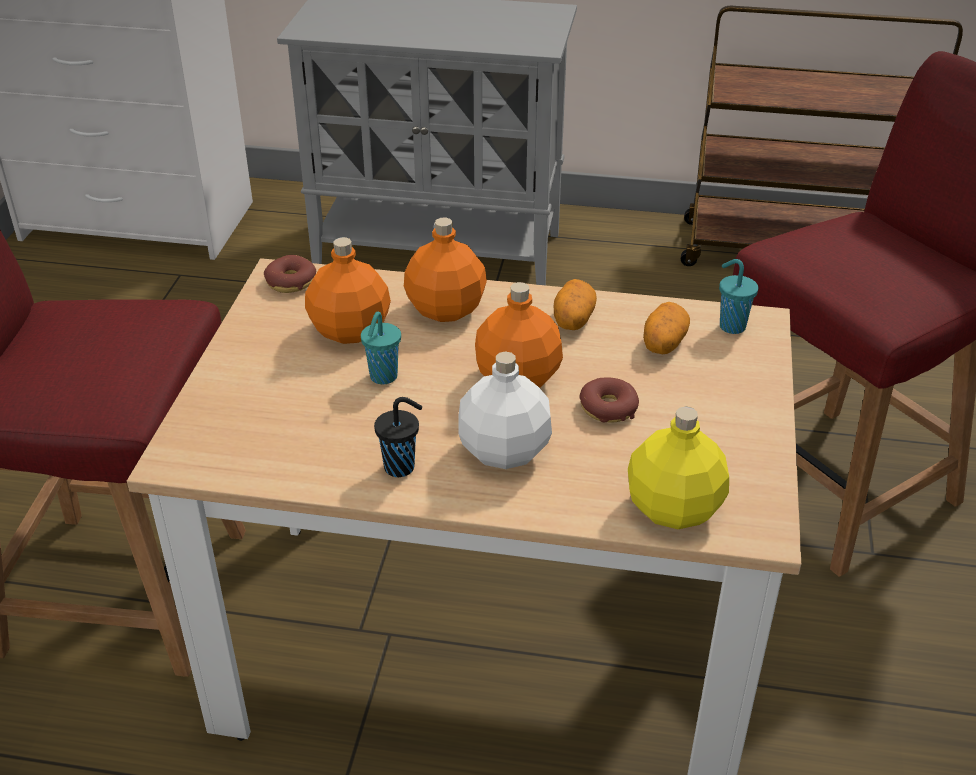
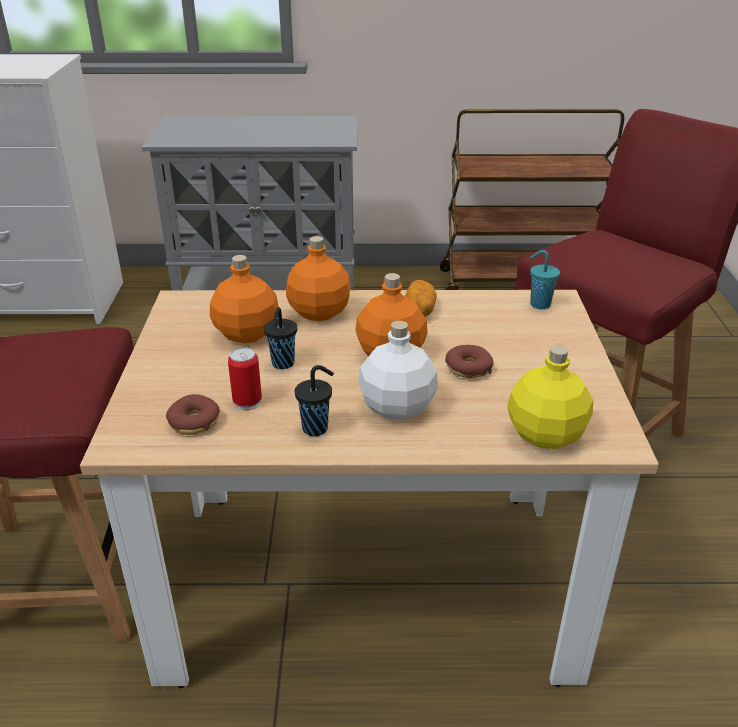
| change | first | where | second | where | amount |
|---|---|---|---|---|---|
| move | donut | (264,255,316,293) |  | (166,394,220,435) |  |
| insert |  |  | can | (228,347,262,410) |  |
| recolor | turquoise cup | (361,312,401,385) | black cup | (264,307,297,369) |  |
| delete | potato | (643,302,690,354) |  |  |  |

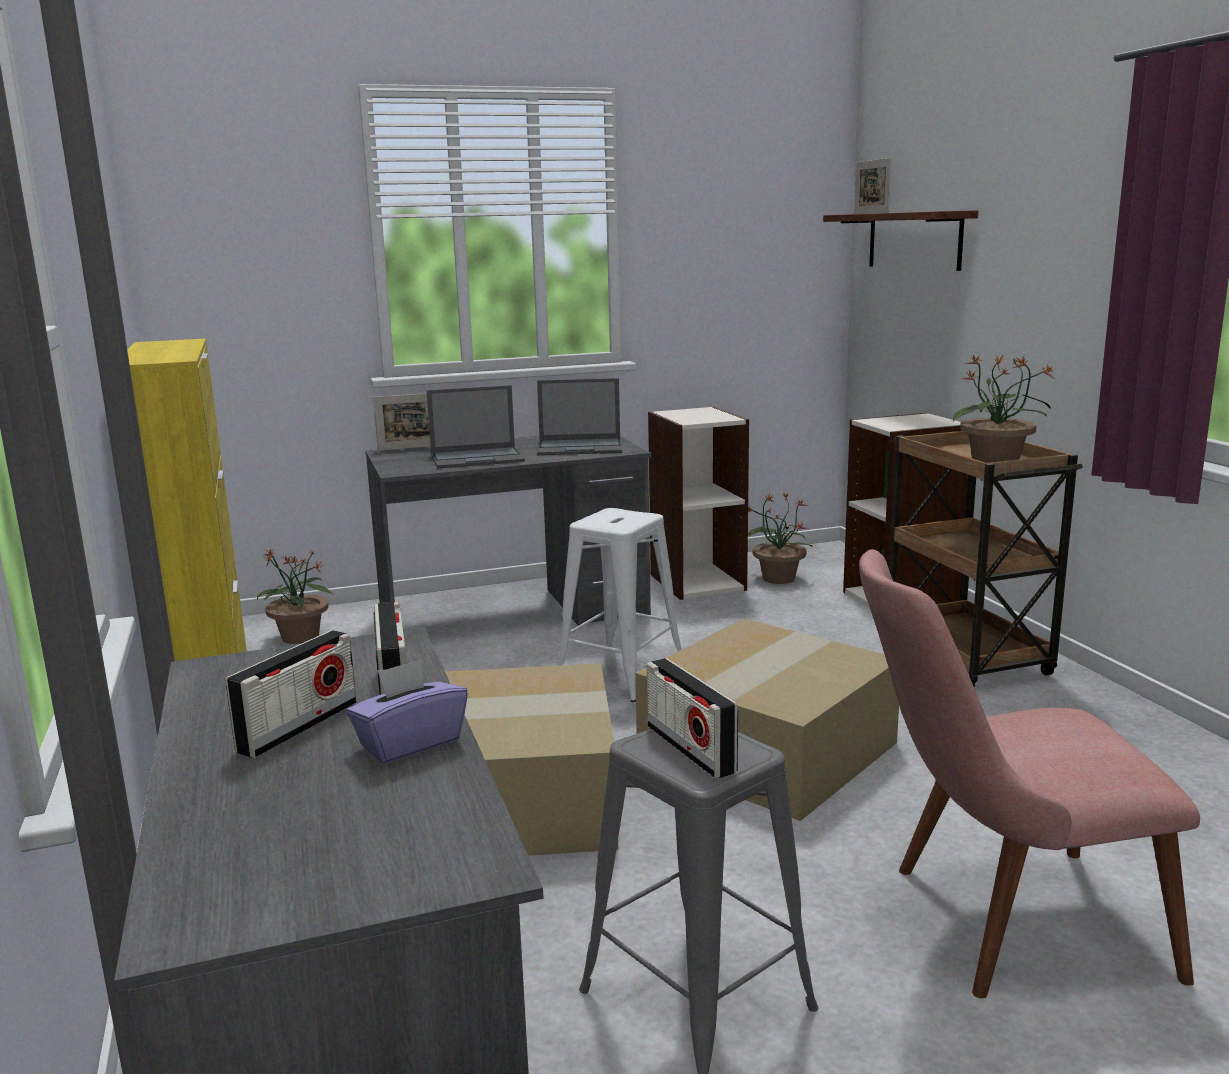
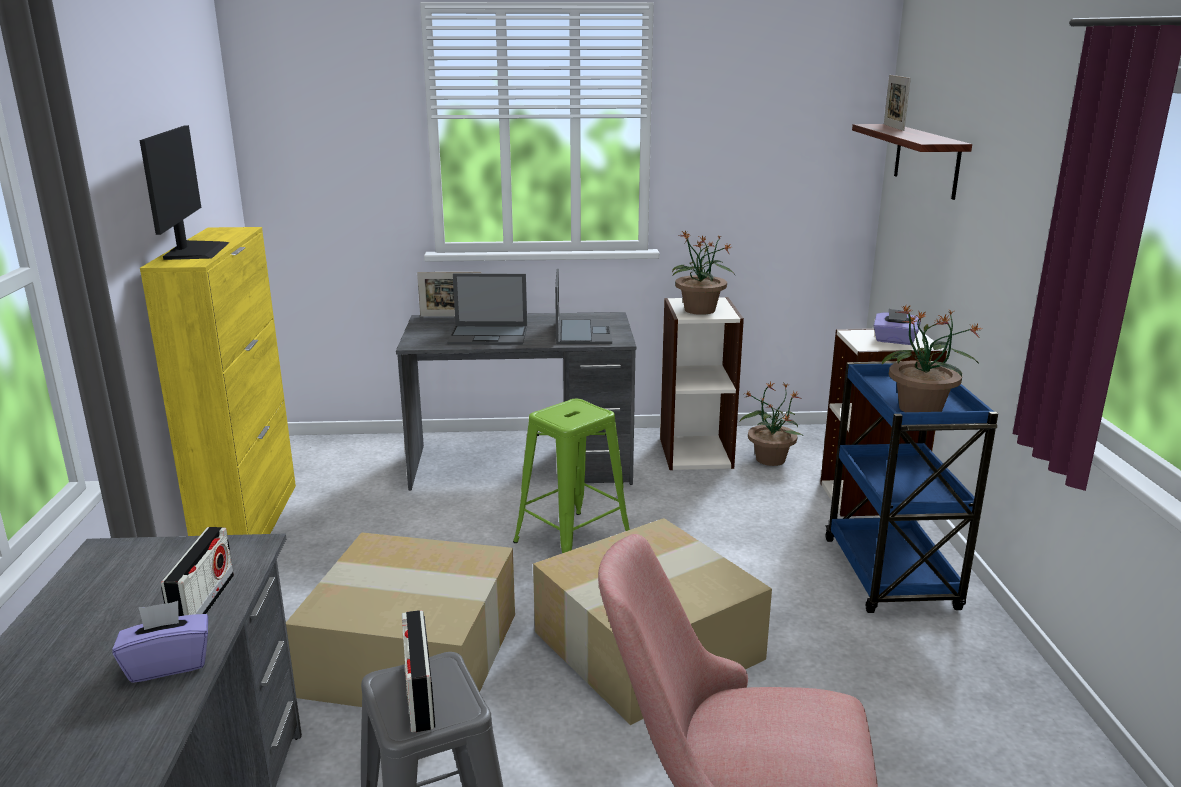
| change | first | where | second | where | amount |
|---|---|---|---|---|---|
| insert |  |  | monitor | (140,125,230,260) |  |
| recolor | white stool | (557,508,682,702) | green stool | (513,399,630,553) |  |
| rotate | laptop | (537,378,622,455) |  | (555,269,612,344) | 105 degrees counterclockwise |
| move | potted plant | (257,548,333,644) |  | (672,231,734,315) |  |
| recolor | brown cart | (889,431,1083,687) | blue cart | (825,361,998,613) |  |
| insert |  |  | purple tissue box | (874,309,921,345) |  |
| delete | radio | (225,630,357,758) |  |  |  |

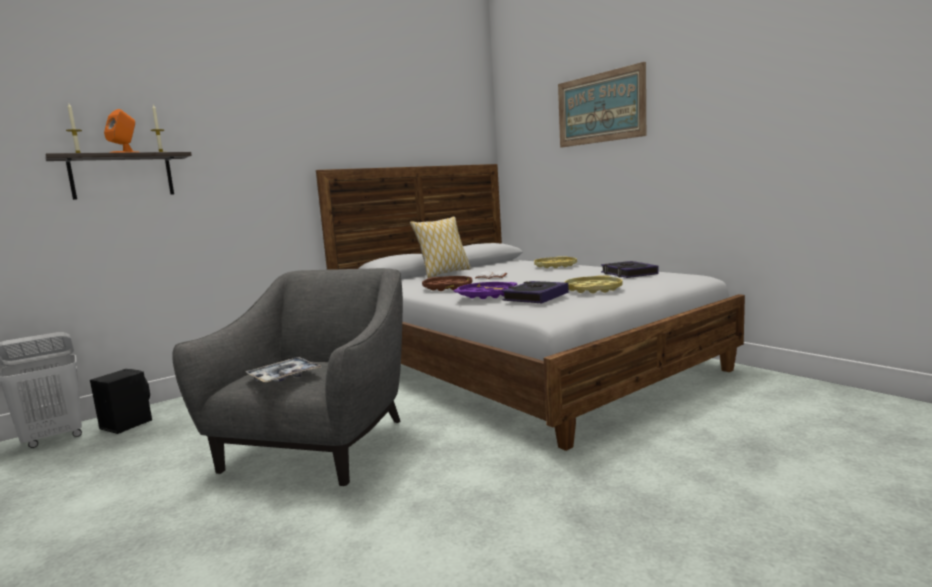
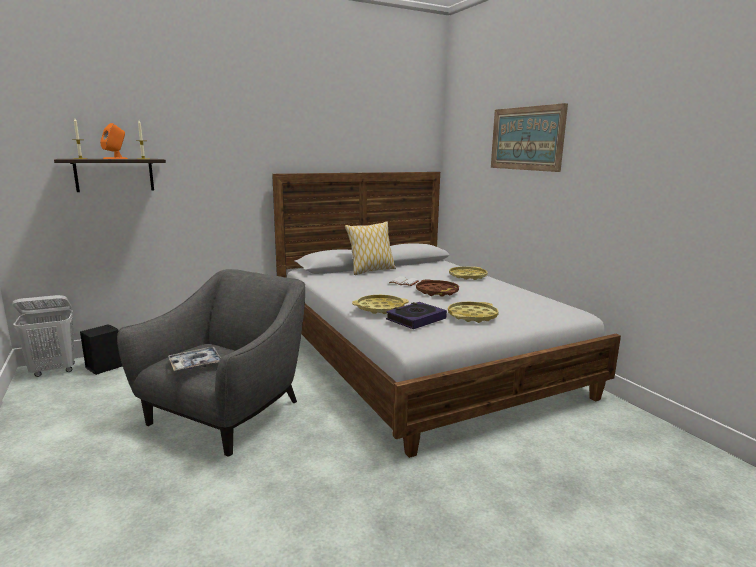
| change | first | where | second | where | amount |
|---|---|---|---|---|---|
| recolor | purple tray | (454,282,517,299) | yellow tray | (352,295,409,314) |  |
| move | brown tray | (422,276,472,291) |  | (416,279,459,297) |  |
| delete | book | (601,261,659,278) |  |  |  |

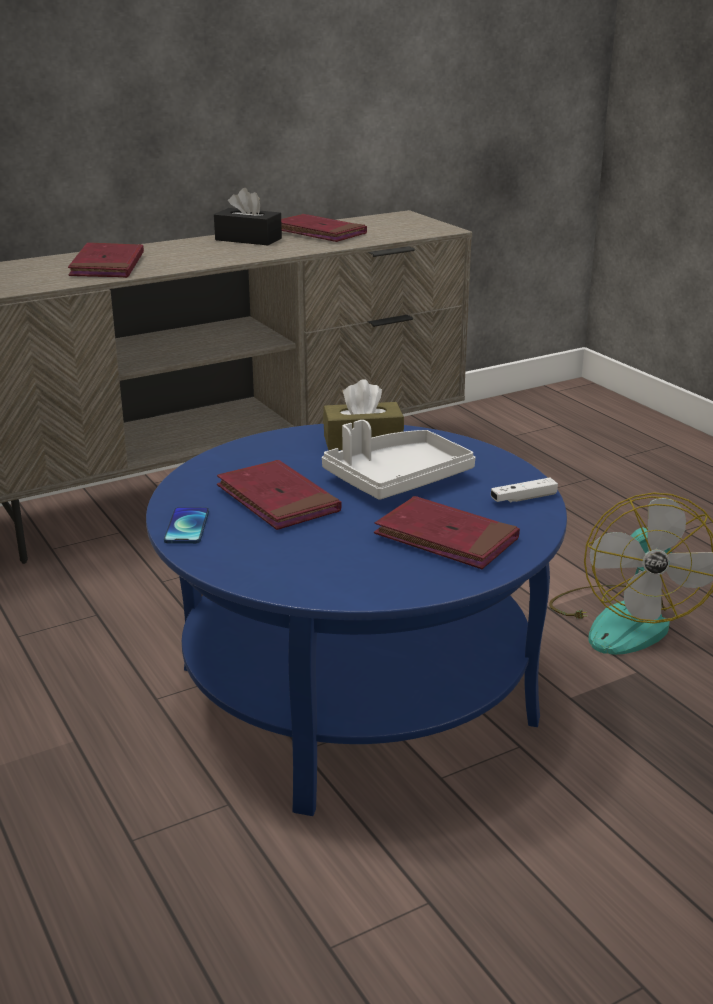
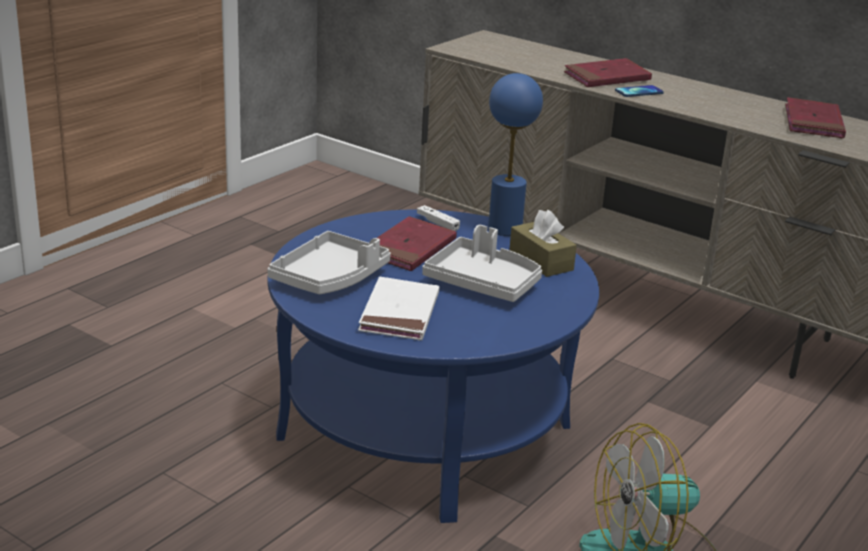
| change | first | where | second | where | amount |
|---|---|---|---|---|---|
| insert |  |  | grey tray | (267,231,391,294) |  |
| recolor | red book | (374,496,520,569) | white book | (358,277,439,340) |  |
| move | white game controller | (491,478,558,503) |  | (417,205,460,231) |  |
| insert |  |  | blue table lamp | (488,73,543,236) |  |
| move | phone | (164,507,209,544) |  | (615,85,664,97) |  |
| delete | black tissue box | (214,188,282,245) |  |  |  |

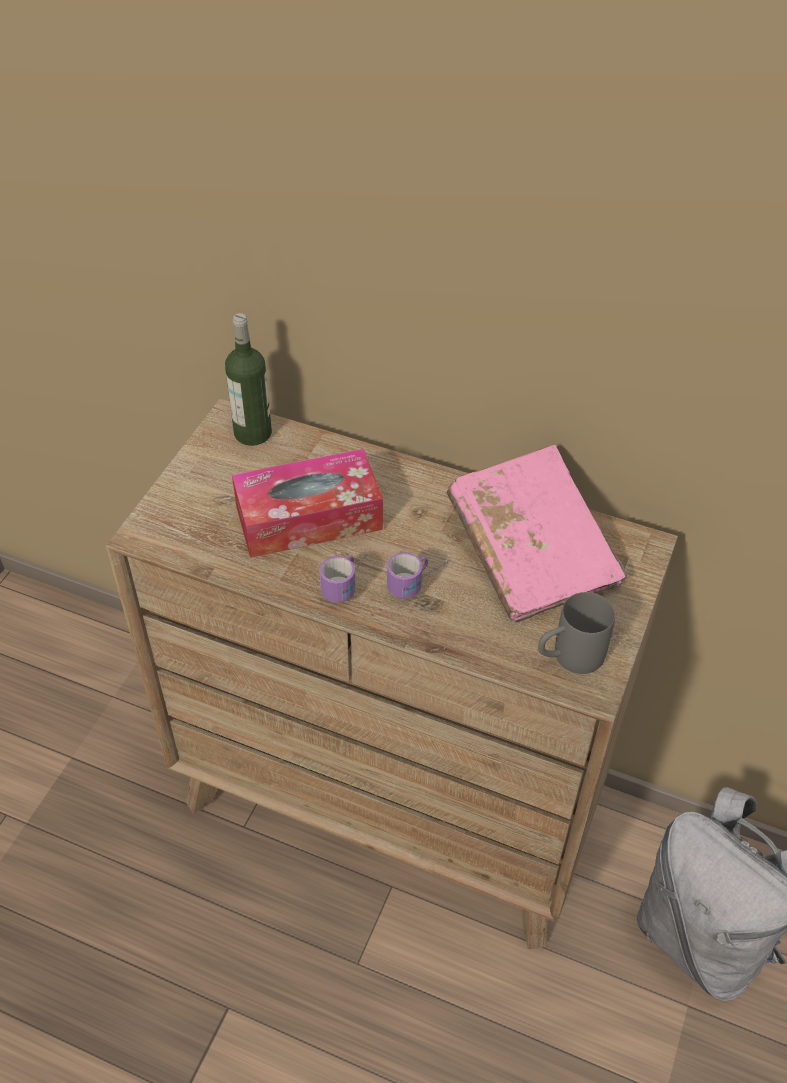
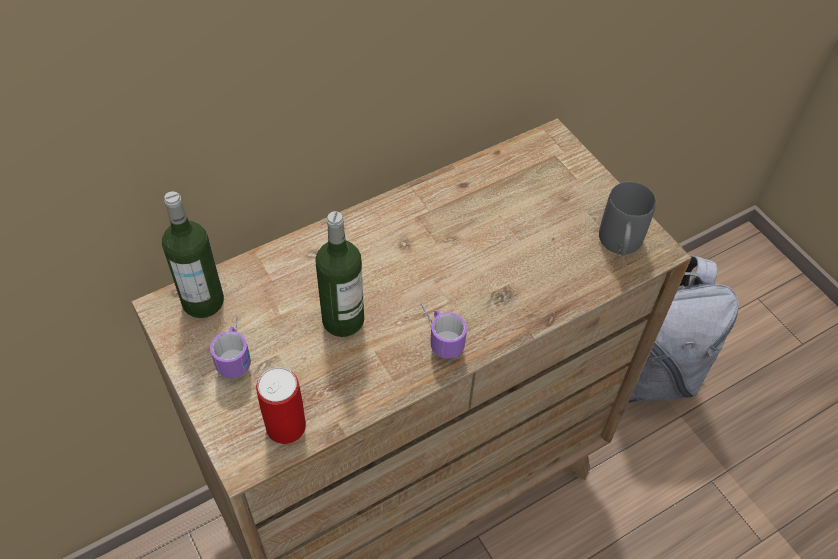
| change | first | where | second | where | amount |
|---|---|---|---|---|---|
| move | mug | (387,552,448,599) |  | (210,316,251,378) |  |
| insert |  |  | can | (256,367,306,444) |  |
| replace | tissue box | (232,449,383,558) | bottle | (315,211,364,337) |  |
| delete | pink book | (447,445,627,623) |  |  |  |

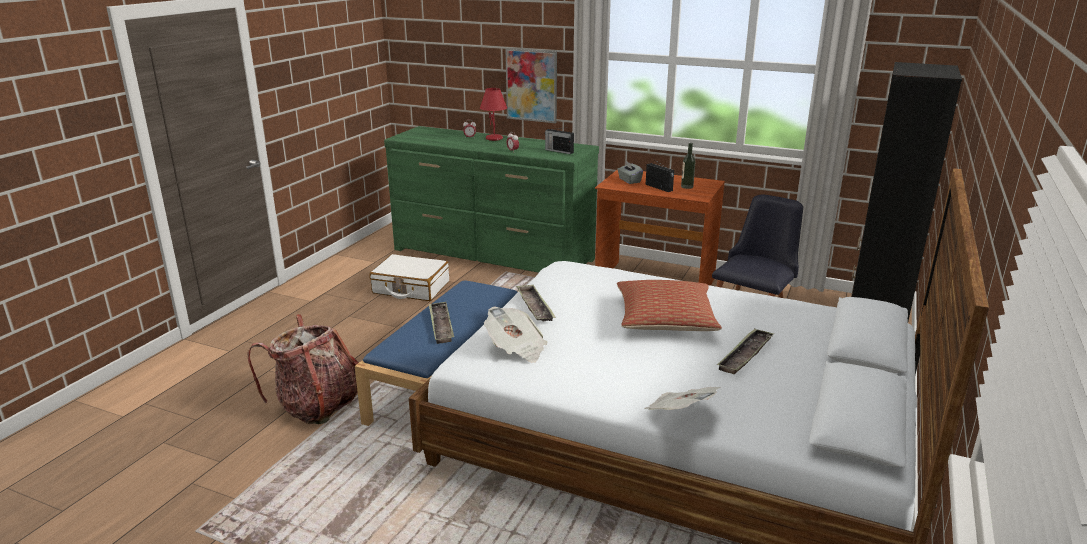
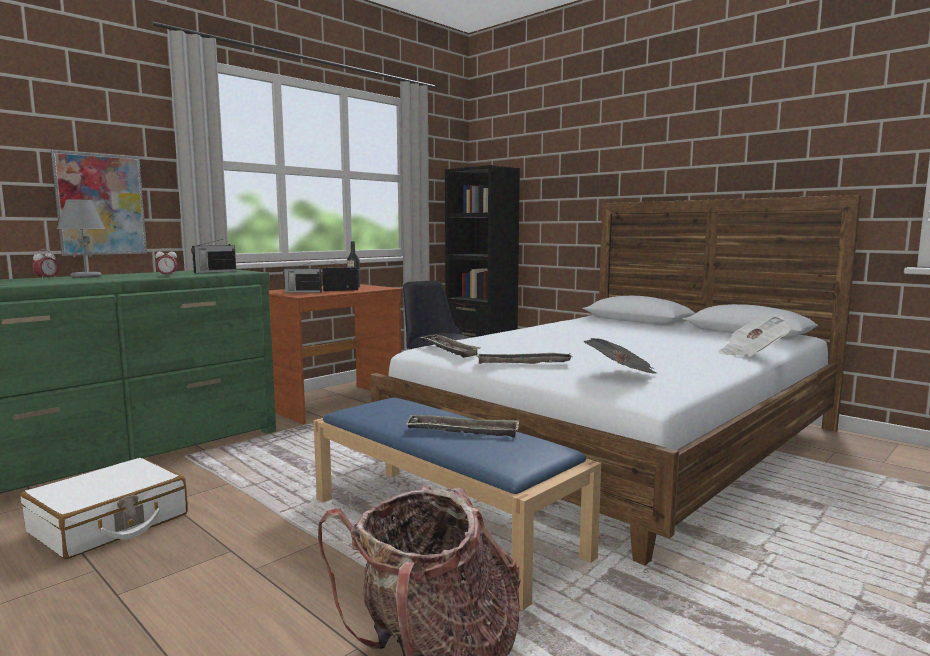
| change | first | where | second | where | amount |
|---|---|---|---|---|---|
| recolor | red table lamp | (480,88,507,141) | grey table lamp | (57,199,106,278) |  |
| replace | grey tissue box | (617,161,643,184) | radio | (283,262,322,293) |  |
| move | tray | (717,328,774,374) |  | (420,334,481,358) |  |
| delete | pillow | (617,280,722,331) |  |  |  |

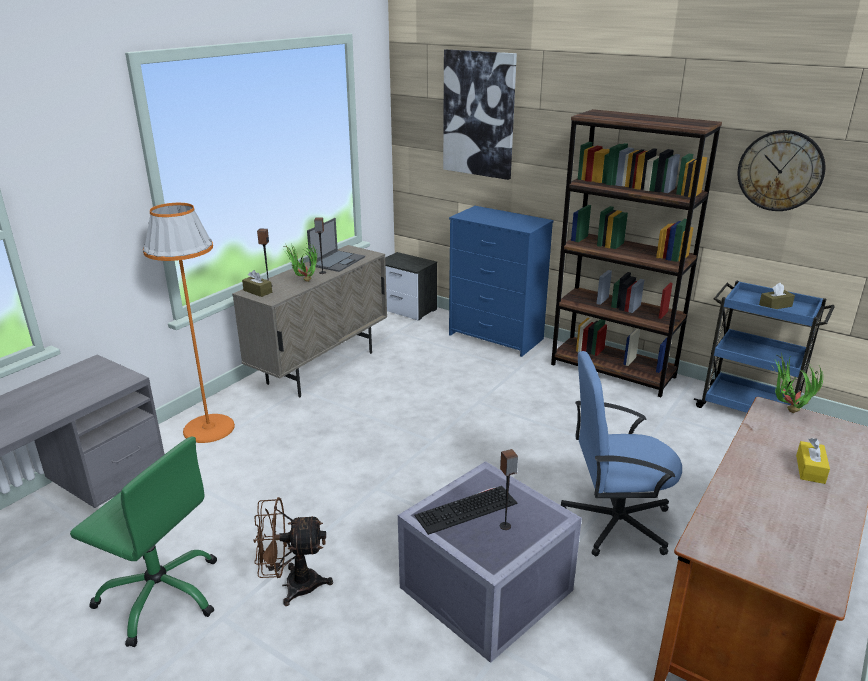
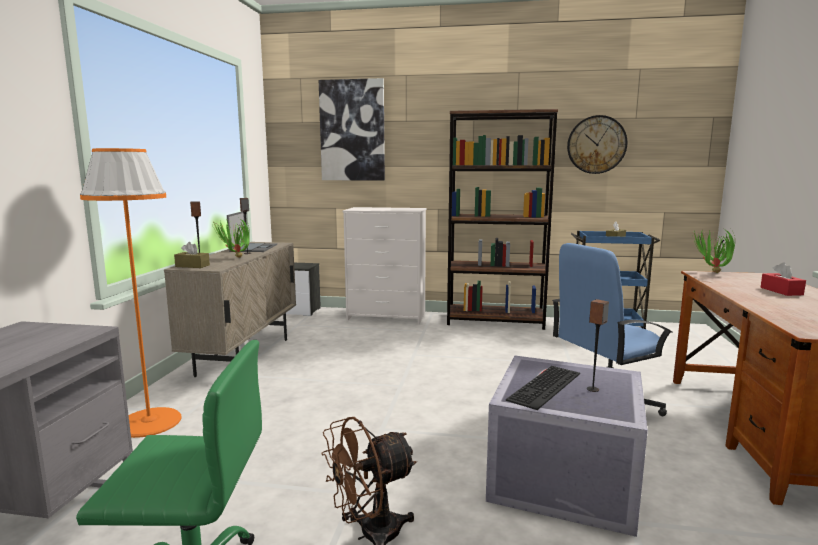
| change | first | where | second | where | amount |
|---|---|---|---|---|---|
| recolor | blue dresser | (449,206,554,357) | white dresser | (343,207,426,324) |  |
| recolor | yellow tissue box | (796,438,830,484) | red tissue box | (761,262,806,296) |  |

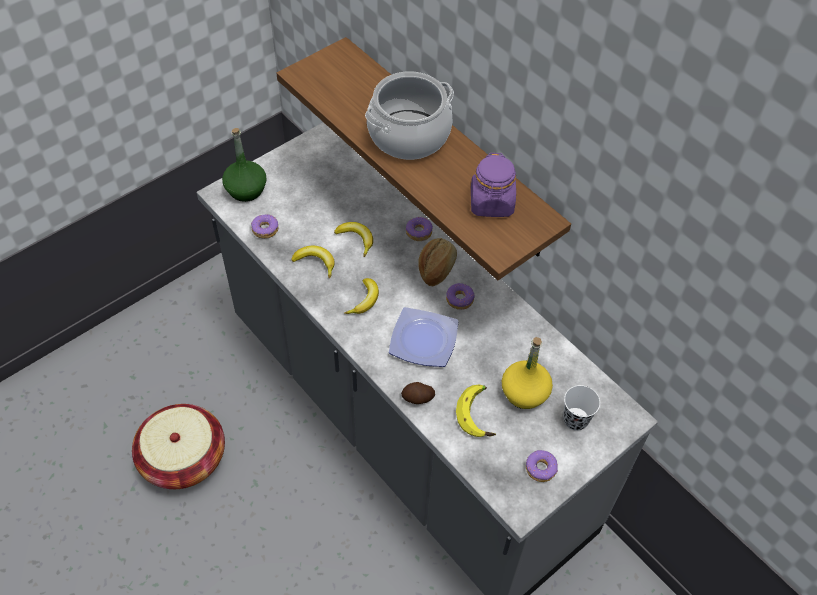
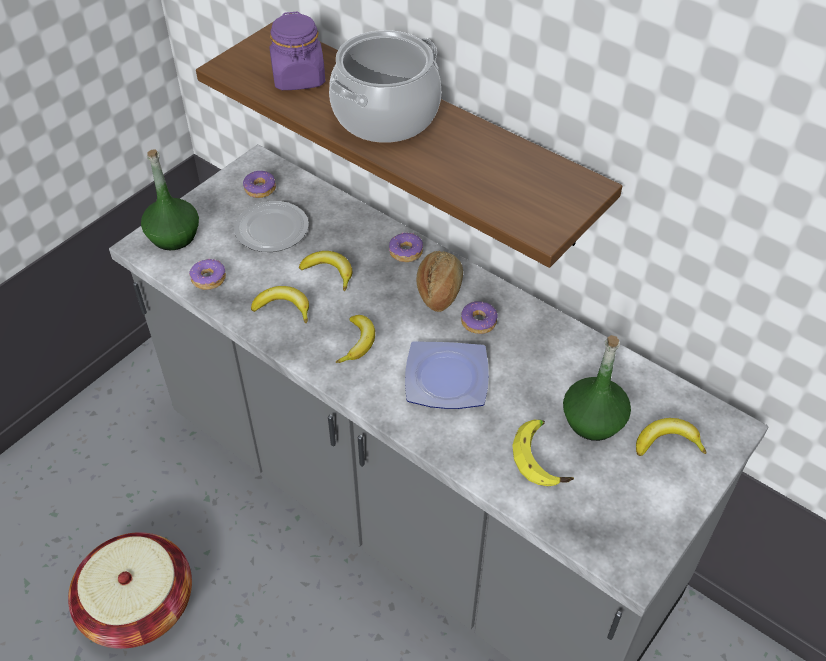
| change | first | where | second | where | amount |
|---|---|---|---|---|---|
| insert |  |  | plate | (234,201,309,252) |  |
| move | donut | (526,450,558,482) |  | (243,171,276,198) |  |
| move | purple jar | (471,153,516,217) |  | (270,11,325,90) |  |
| recolor | yellow bottle | (502,337,553,409) | green bottle | (563,335,631,441) |  |
| replace | white cup | (563,385,600,431) | banana | (636,418,707,456) |  |
| delete | potato | (401,382,435,404) |  |  |  |

